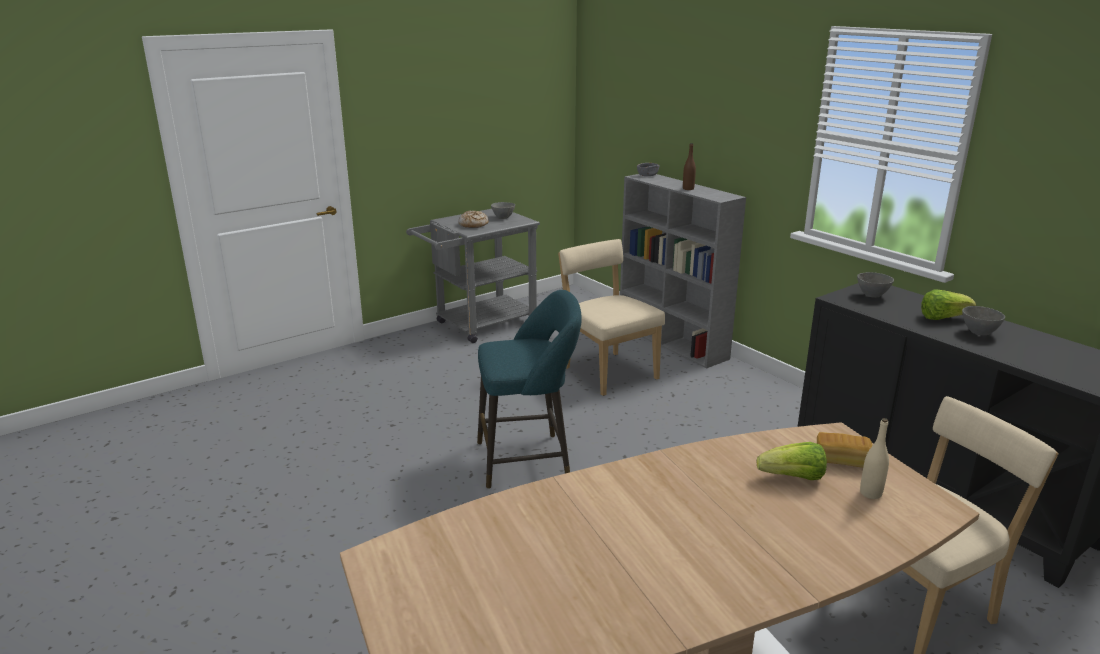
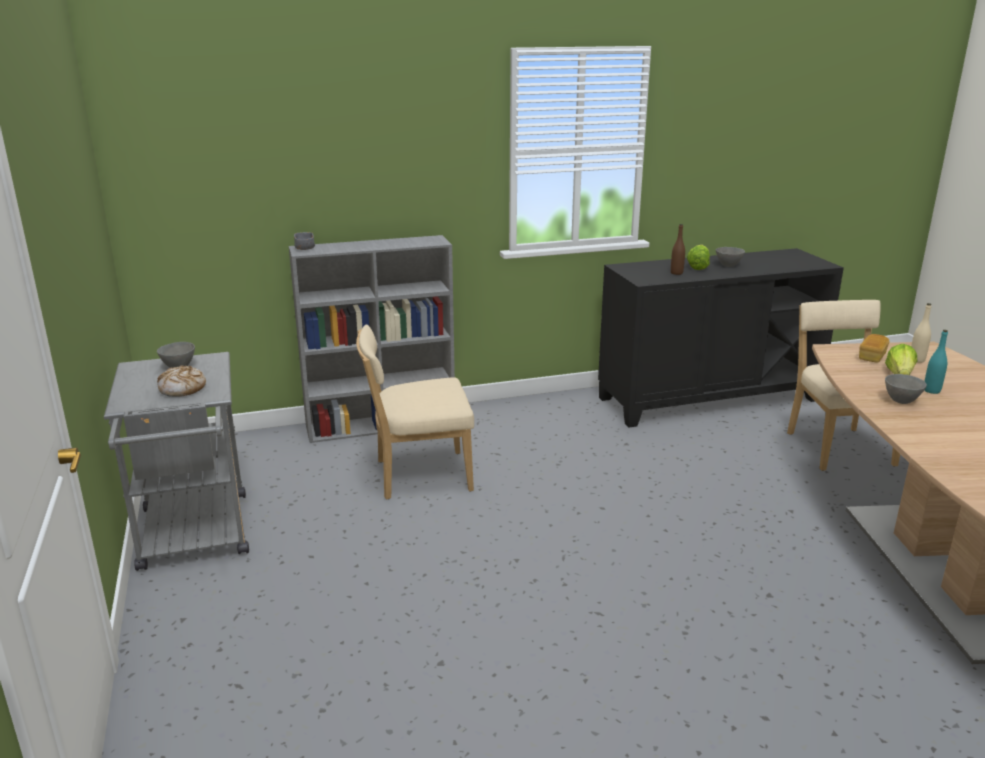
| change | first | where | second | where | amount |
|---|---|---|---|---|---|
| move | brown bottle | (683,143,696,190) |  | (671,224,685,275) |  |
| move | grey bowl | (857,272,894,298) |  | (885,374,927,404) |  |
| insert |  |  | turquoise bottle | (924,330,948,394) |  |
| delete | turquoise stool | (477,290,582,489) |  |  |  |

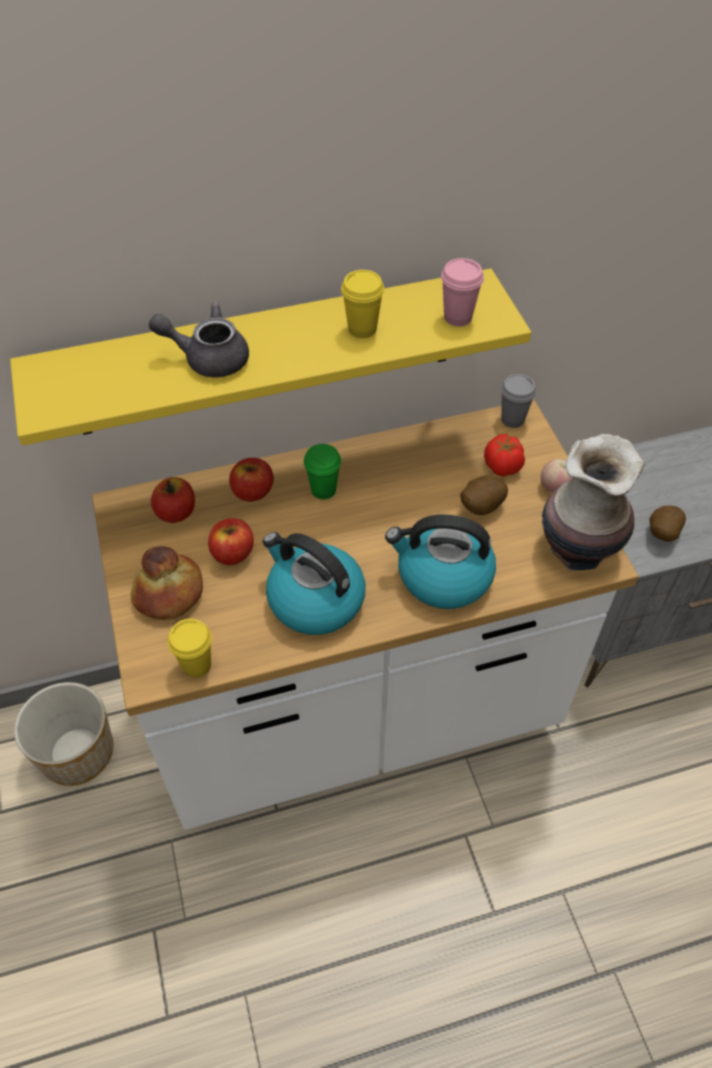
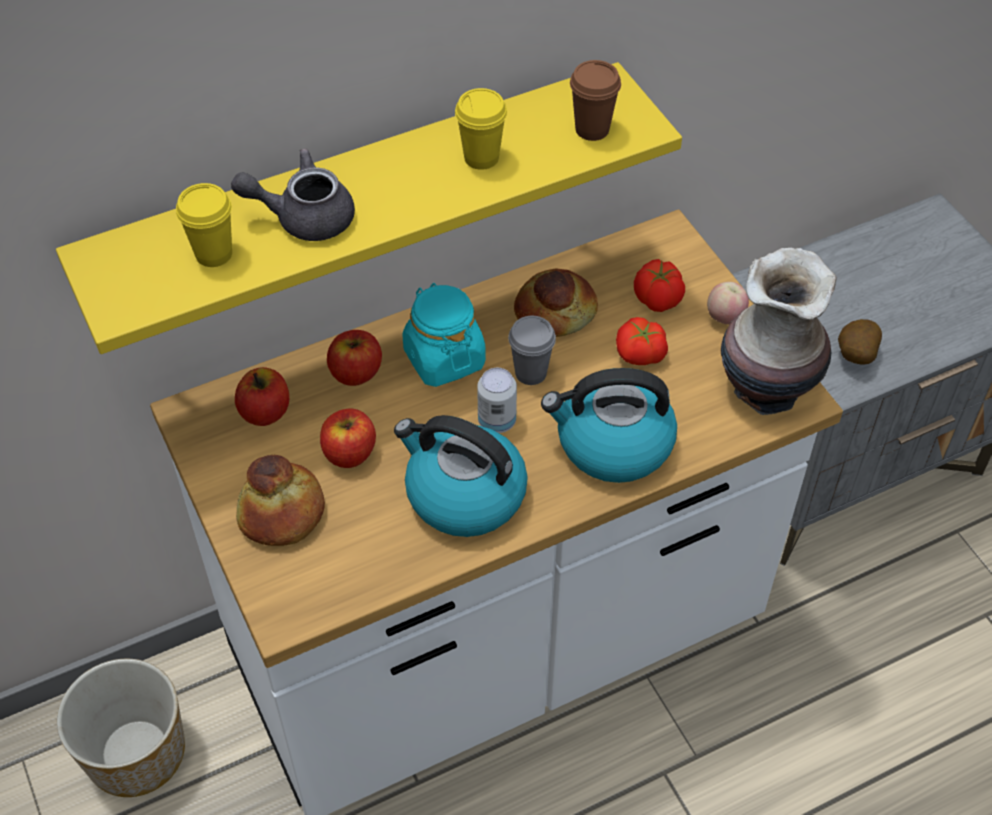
| change | first | where | second | where | amount |
|---|---|---|---|---|---|
| move | yellow cup | (168,619,212,678) |  | (176,183,232,267) |  |
| replace | green cup | (304,444,341,499) | turquoise jar | (402,283,486,387) |  |
| insert |  |  | can | (477,368,517,433) |  |
| move | grey cup | (501,374,536,428) |  | (508,316,556,385) |  |
| insert |  |  | bread | (514,269,598,337) |  |
| recolor | pink cup | (441,258,484,326) | brown cup | (570,60,621,141) |  |
| replace | potato | (460,476,508,515) | tomato | (616,317,668,365) |  |

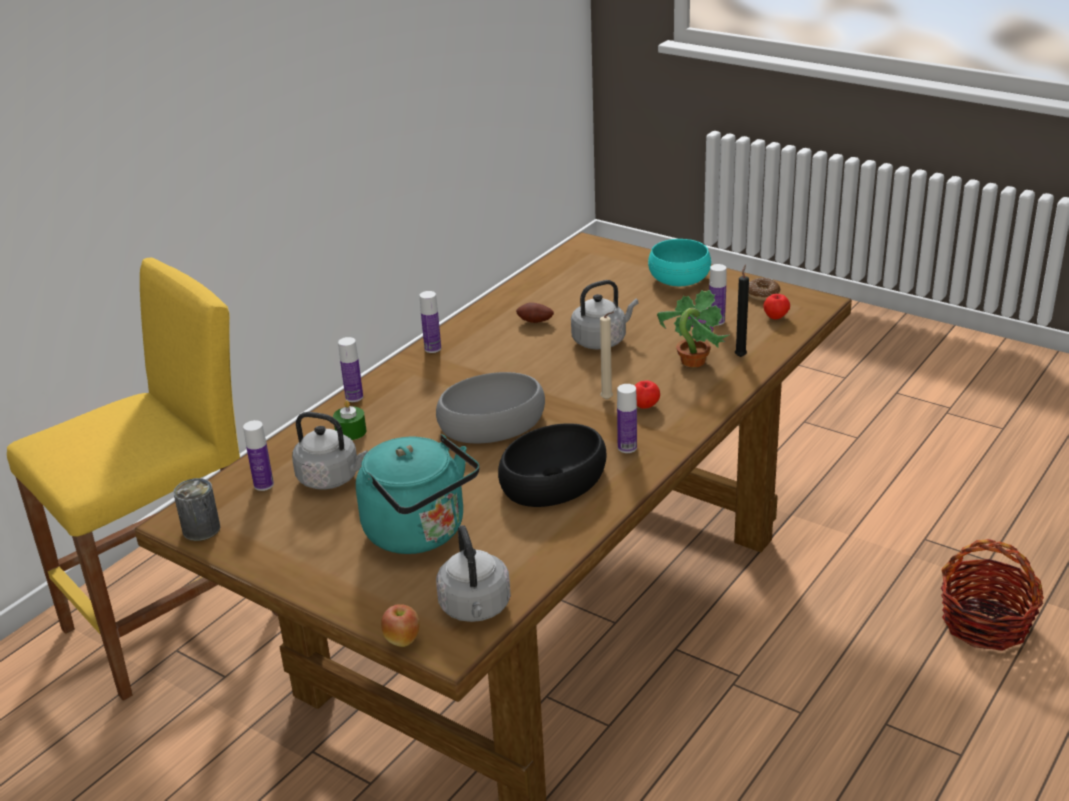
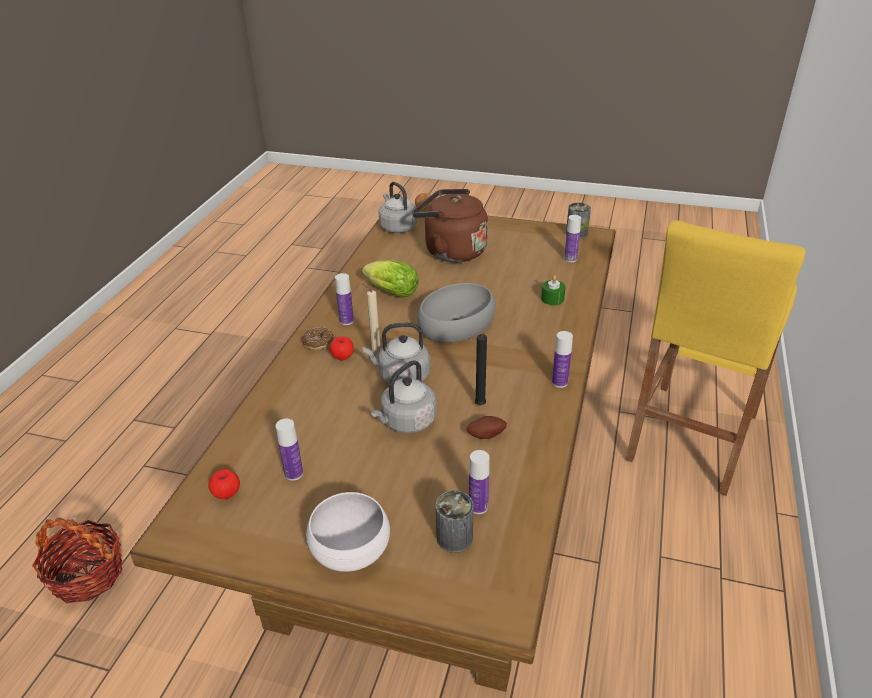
| change | first | where | second | where | amount |
|---|---|---|---|---|---|
| move | donut | (748,277,780,300) |  | (302,327,334,350) |  |
| recolor | turquoise bowl | (648,239,711,286) | white bowl | (306,492,390,572) |  |
| replace | black bowl | (498,423,607,507) | lettuce | (362,260,419,298) |  |
| move | grey kettle | (292,412,368,490) |  | (363,323,430,384) |  |
| recolor | turquoise kettle | (356,435,479,554) | brown kettle | (412,189,488,262) |  |
| insert |  |  | can | (436,491,473,553) |  |
| move | bottle | (338,337,363,402) |  | (469,450,489,514) |  |
| move | black candle | (735,265,749,357) |  | (475,333,487,405) |  |
| delete | potted plant | (657,290,729,368) |  |  |  |

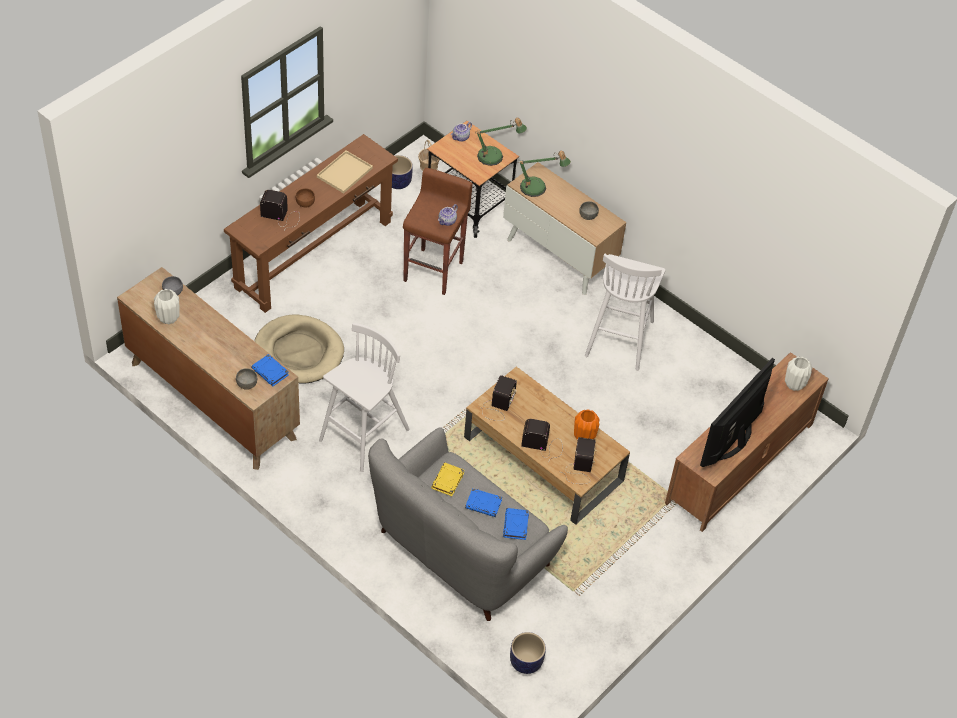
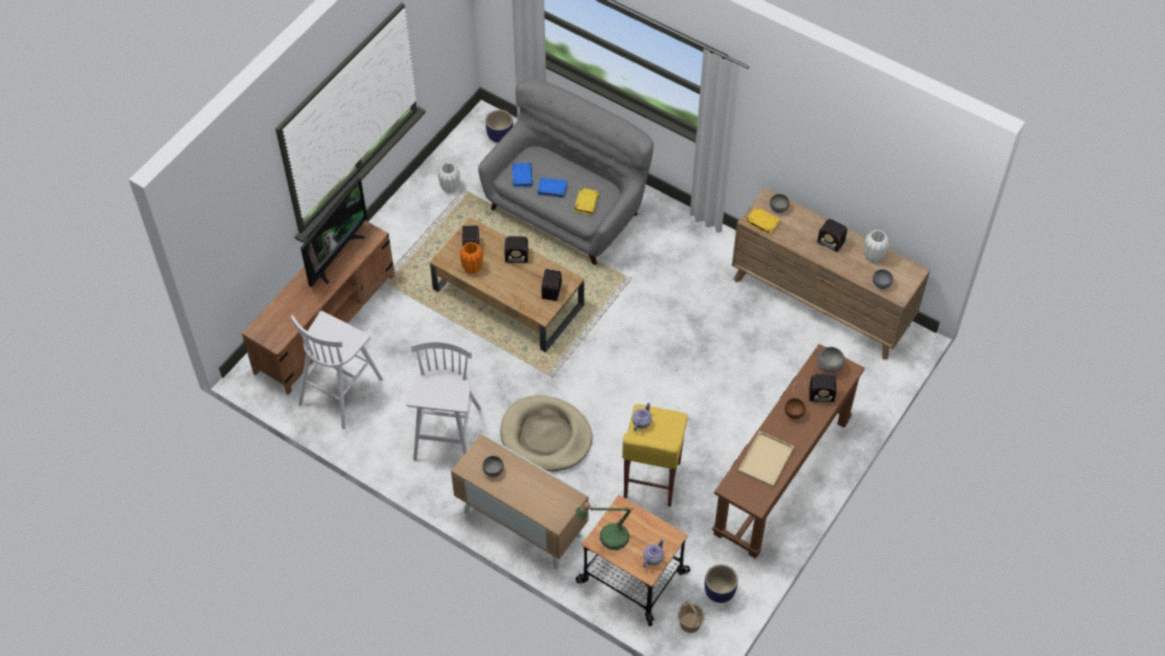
| change | first | where | second | where | amount |
|---|---|---|---|---|---|
| move | white stool | (319,323,410,472) |  | (291,311,383,429) |  |
| move | white vase | (785,357,812,391) |  | (438,163,460,193) |  |
| move | beige dog bed | (254,315,344,384) |  | (500,396,592,471) |  |
| recolor | brown stool | (403,168,473,295) | yellow stool | (622,405,688,507) |  |
| recolor | blue book | (251,354,289,386) | yellow book | (746,207,780,235) |  |
| insert |  |  | radio | (806,219,847,252) |  |
| insert |  |  | grey bowl | (817,347,845,373) |  |
| delete | table lamp | (518,151,571,197) |  |  |  |

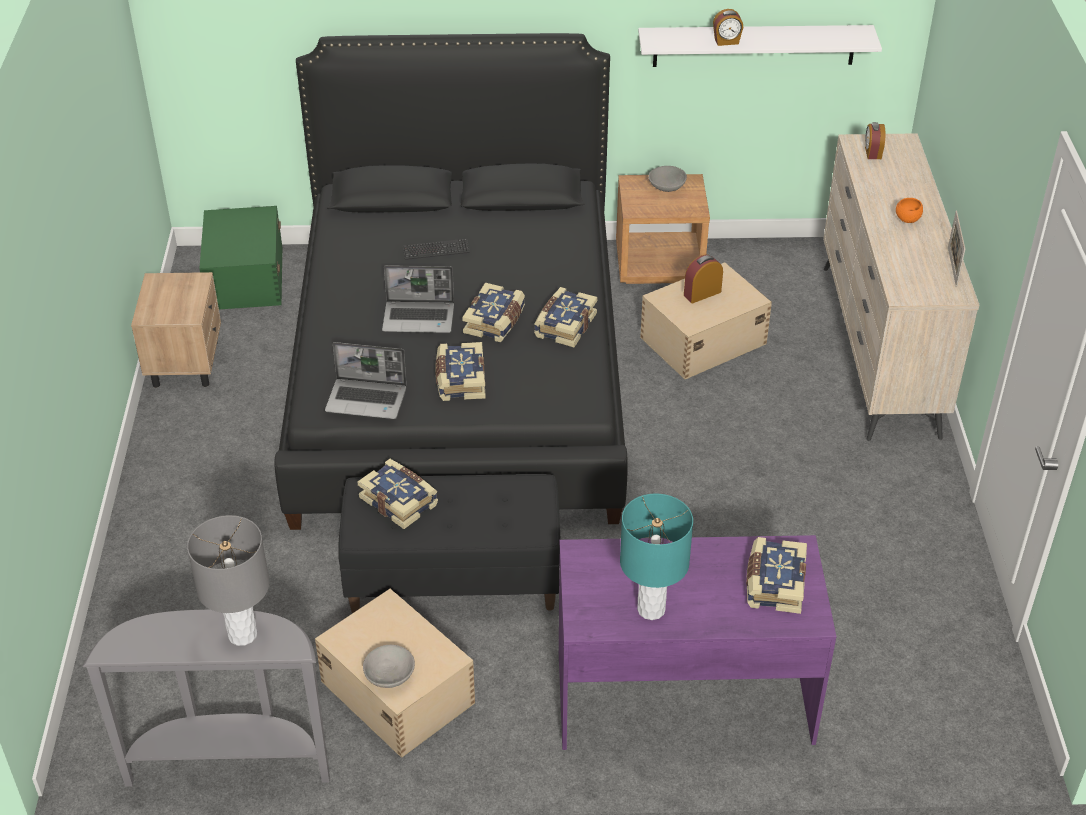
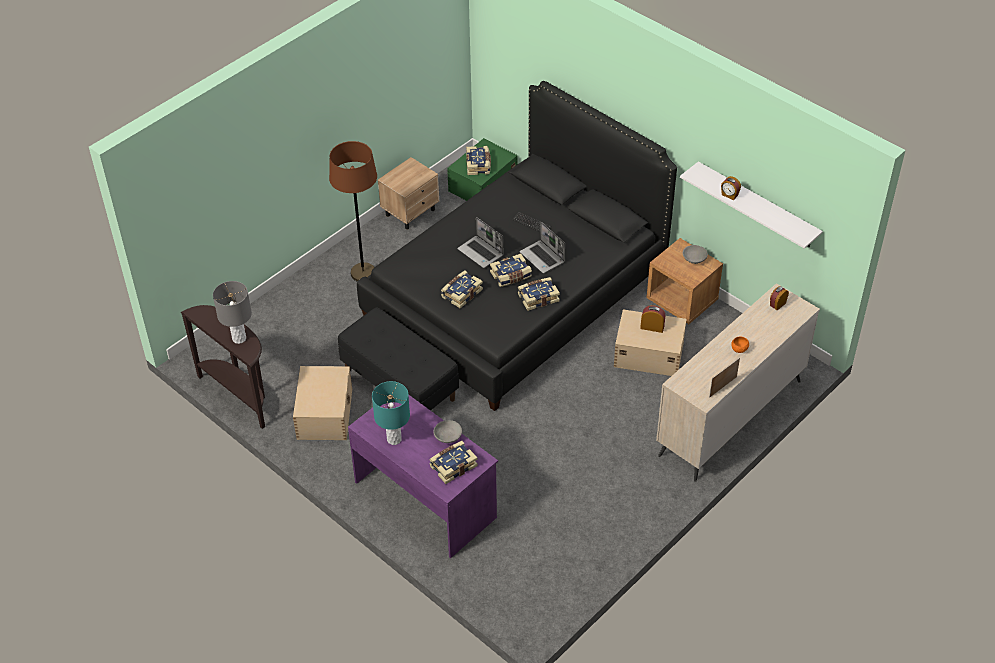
| change | first | where | second | where | amount |
|---|---|---|---|---|---|
| recolor | grey console table | (82,609,330,787) | brown console table | (180,305,265,429) |  |
| insert |  |  | brown floor lamp | (329,141,377,282) |  |
| move | grey bowl | (363,645,415,688) |  | (433,420,462,443) |  |
| move | book | (357,459,438,529) |  | (466,146,491,175) |  |
| move | laptop | (325,342,407,419) |  | (520,222,565,273) |  |

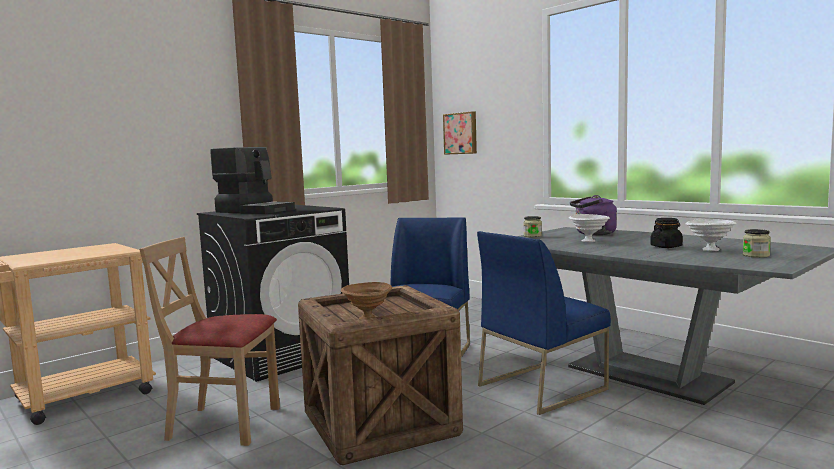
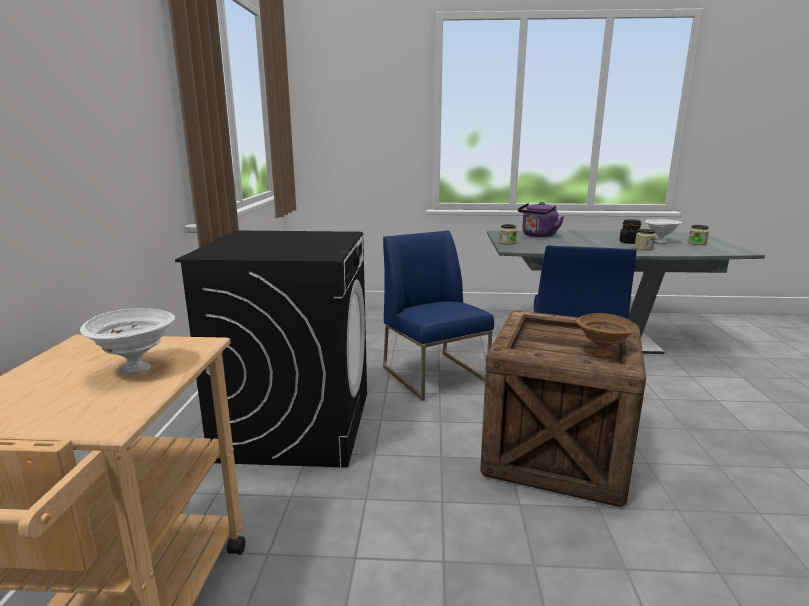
| change | first | where | second | where | amount |
|---|---|---|---|---|---|
| move | white bowl | (569,214,610,242) |  | (80,308,175,375) |  |
| insert |  |  | jar | (634,229,655,250) |  |
| delete | beige chair | (140,237,280,446) |  |  |  |
| delete | coffee machine | (210,147,295,214) |  |  |  |
| delete | picture | (443,111,477,155) |  |  |  |

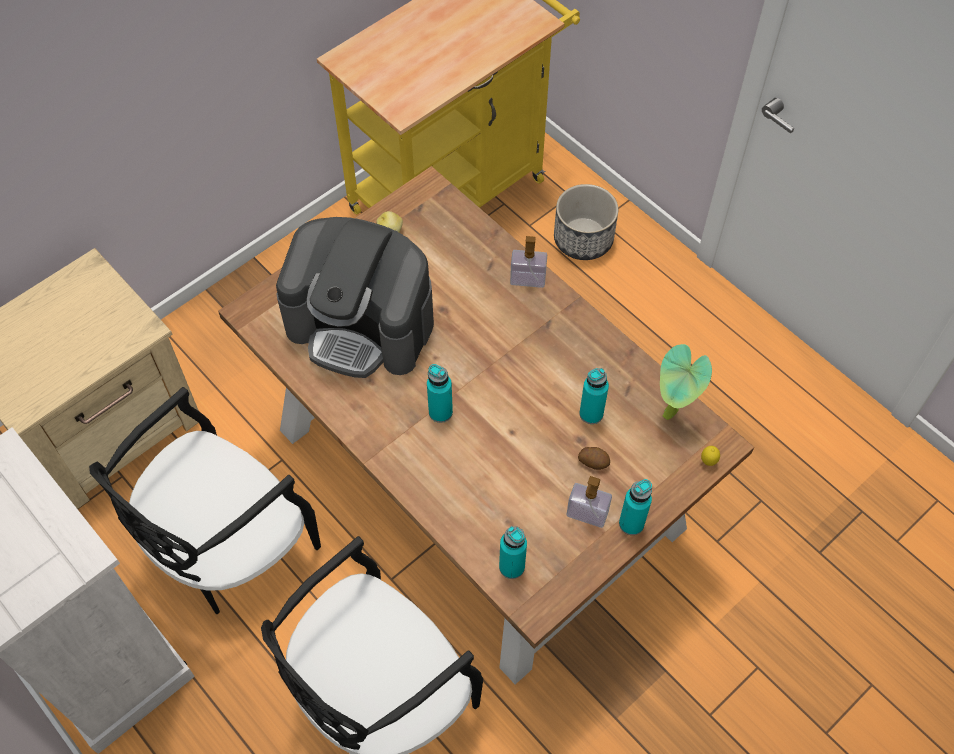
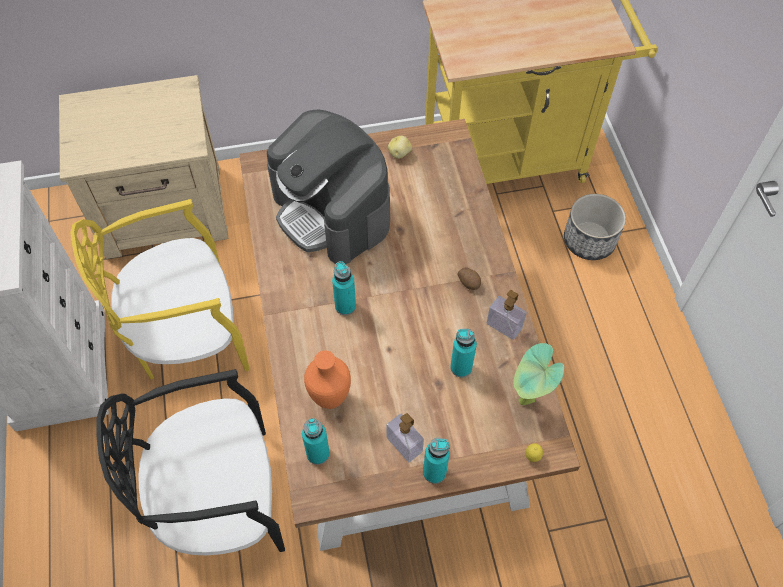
| change | first | where | second | where | amount |
|---|---|---|---|---|---|
| recolor | black chair | (89,387,321,614) | yellow chair | (70,199,250,379) |  |
| insert |  |  | orange vase | (304,351,351,409) |  |
| move | potato | (578,447,610,470) |  | (458,267,481,290) |  |
| move | soap dispenser | (510,236,547,288) |  | (487,290,527,340) |  |

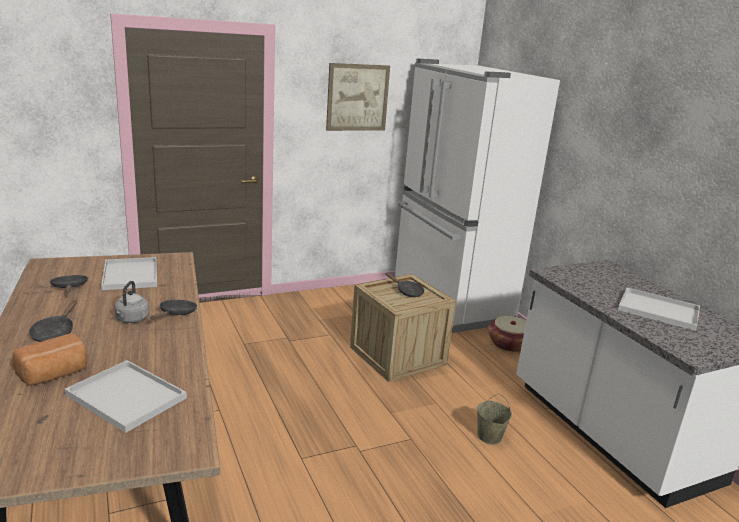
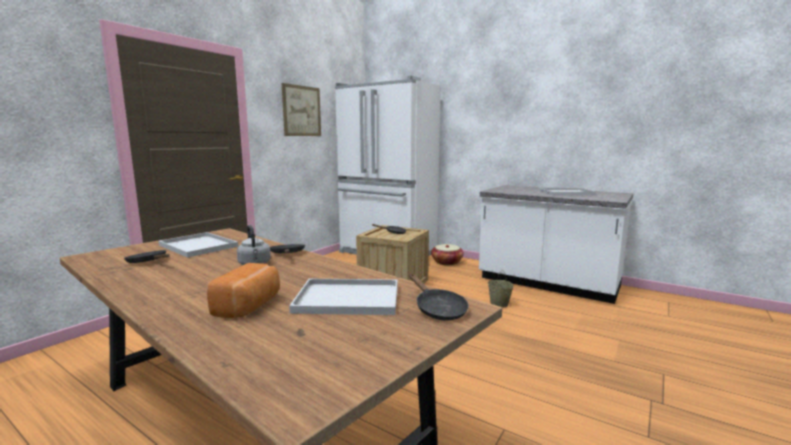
| change | first | where | second | where | amount |
|---|---|---|---|---|---|
| move | black frying pan | (29,300,77,342) |  | (409,274,469,321) |  |

